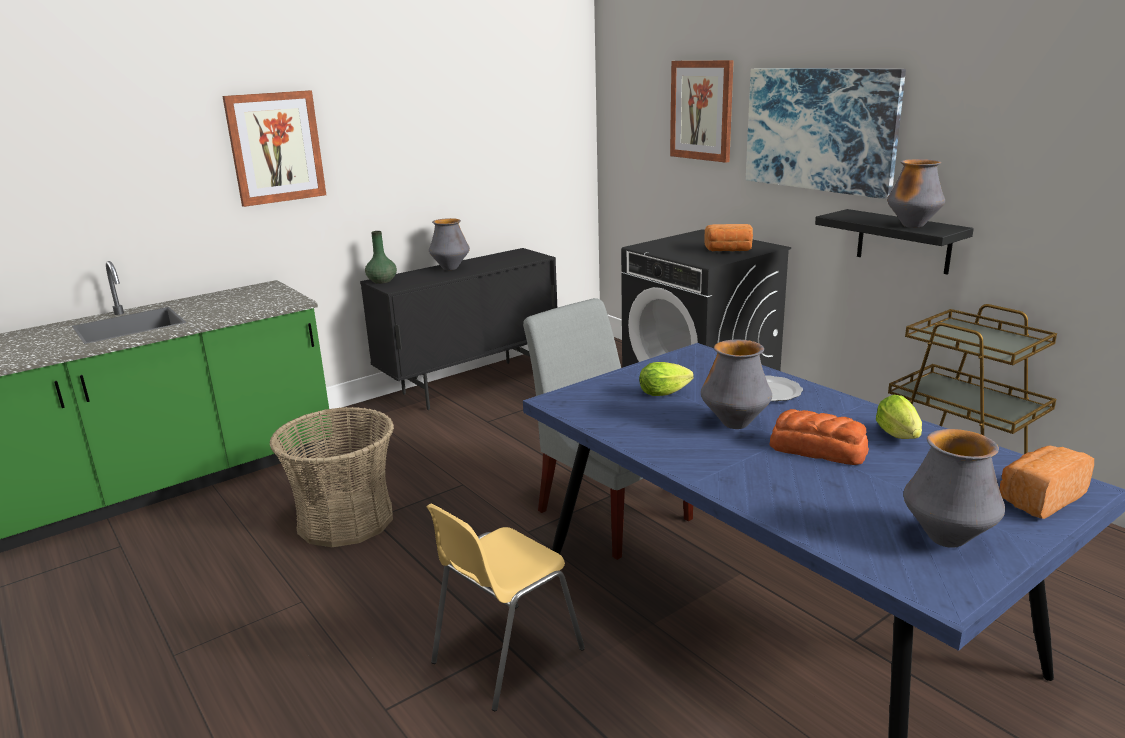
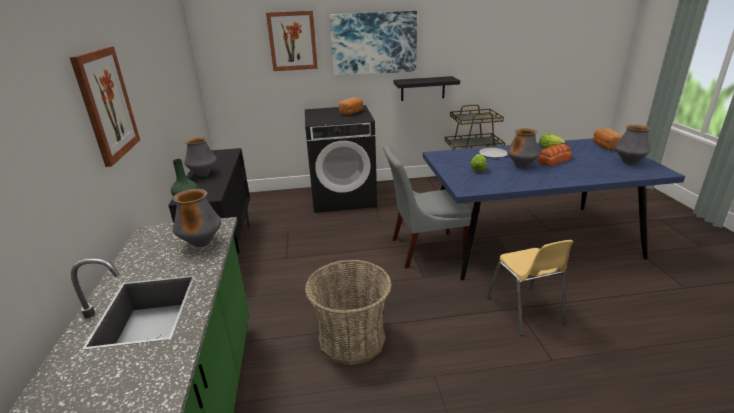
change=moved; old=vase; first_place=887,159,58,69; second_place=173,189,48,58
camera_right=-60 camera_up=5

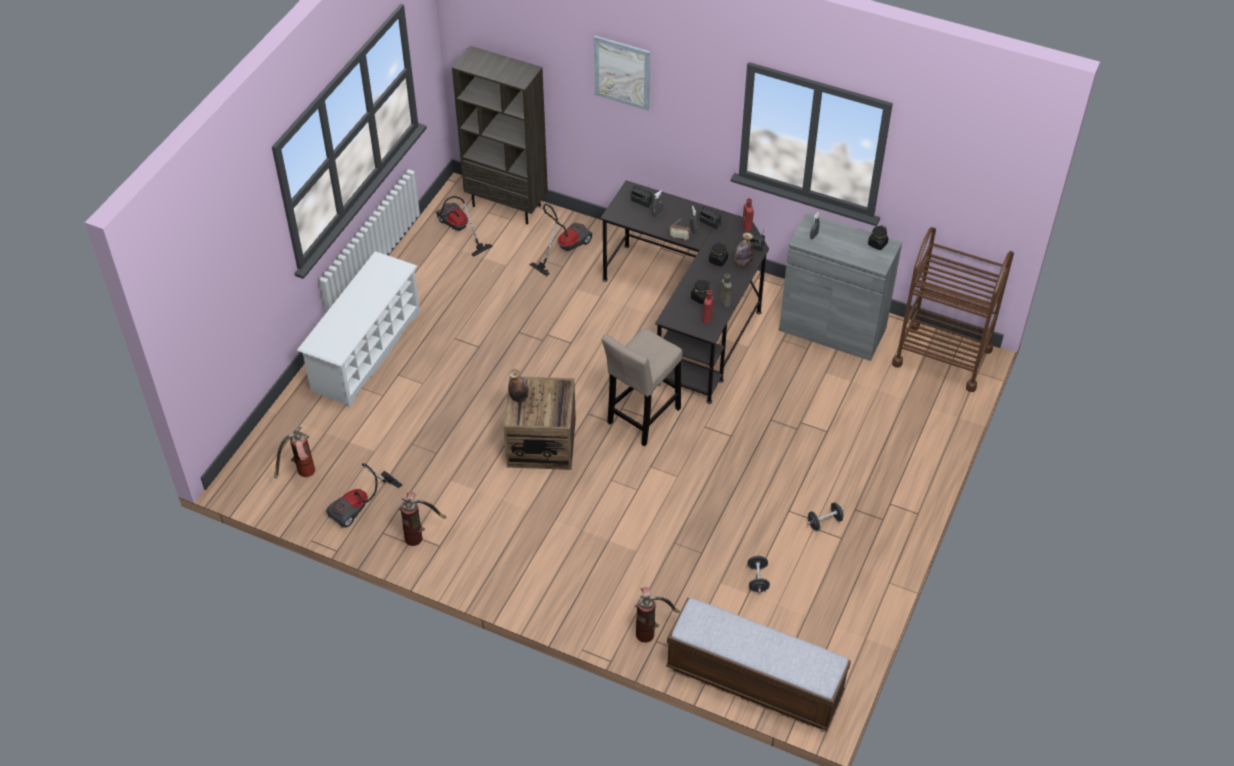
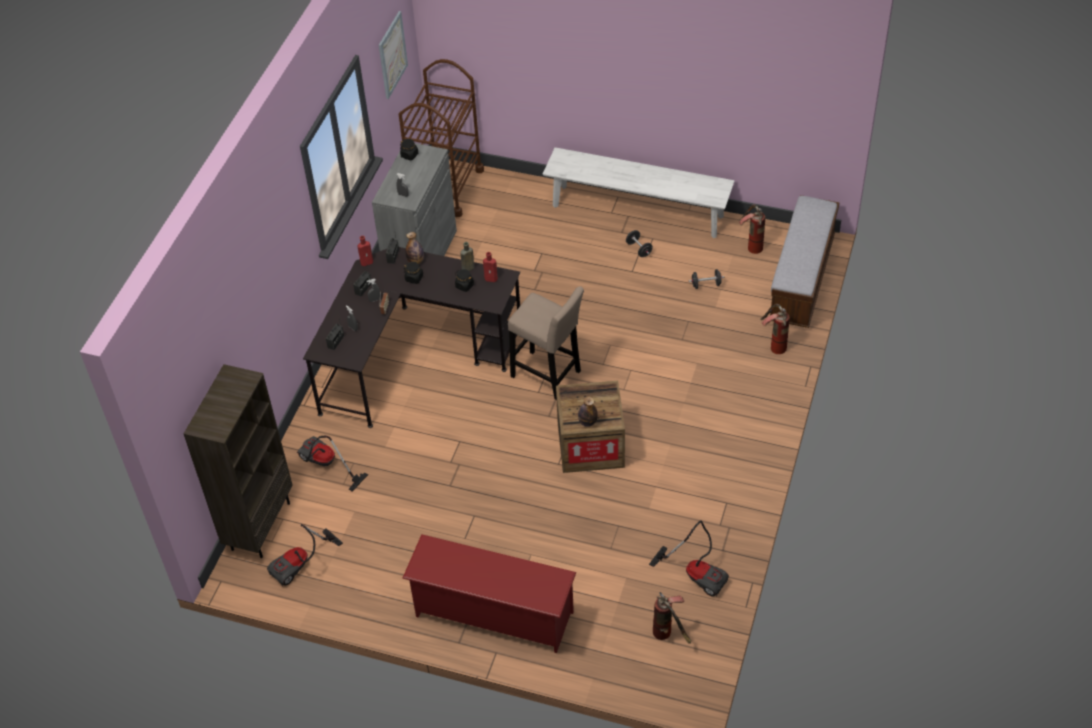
change=moved; old=picture; first_place=594,36,56,75; second_place=379,11,29,88
change=recoloured; old=white shoe rack; new=red shoe rack; first_place=297,251,123,157; second_place=403,534,173,119
change=moved; old=fire extinguisher; first_place=398,492,48,54; second_place=739,204,26,50
change=added; new=white bench; second_place=543,147,192,91
camera_right=-95 camera_up=0

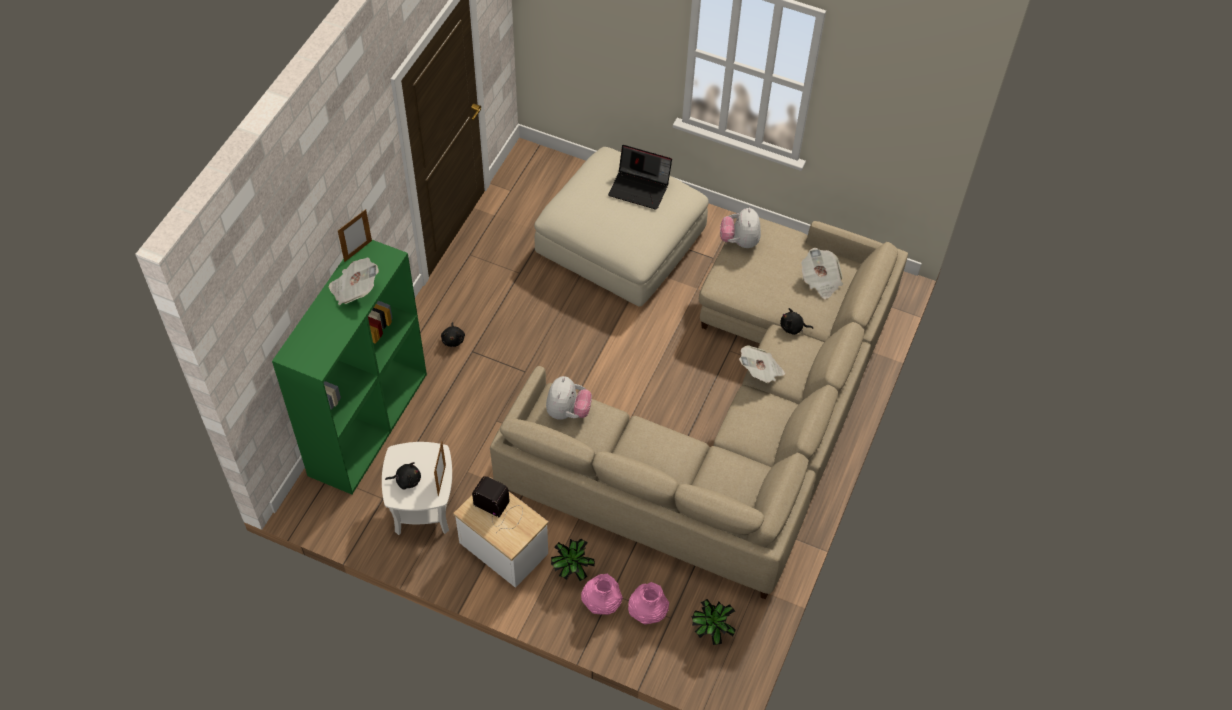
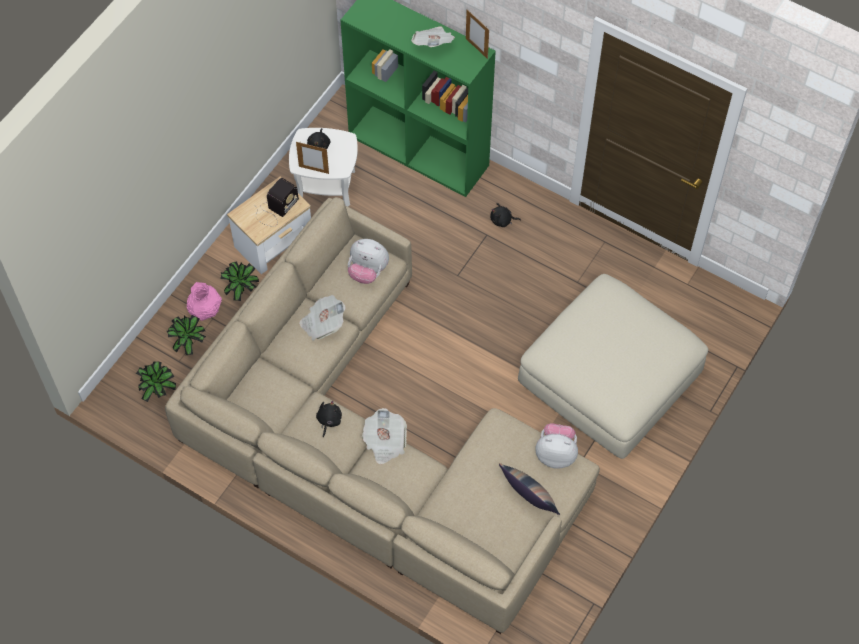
change=removed; old=laptop; first_place=608,145,64,65
change=moved; old=newspaper; first_place=801,248,42,51; second_place=299,295,47,46
change=moved; old=black plush toy; first_place=780,308,33,27; second_place=316,400,26,37
change=replaced; old=pink vase; new=potted plant; first_place=628,582,41,43; second_place=167,315,39,40
change=added; new=pillow; second_place=499,463,61,52
camera_right=100 camera_up=5

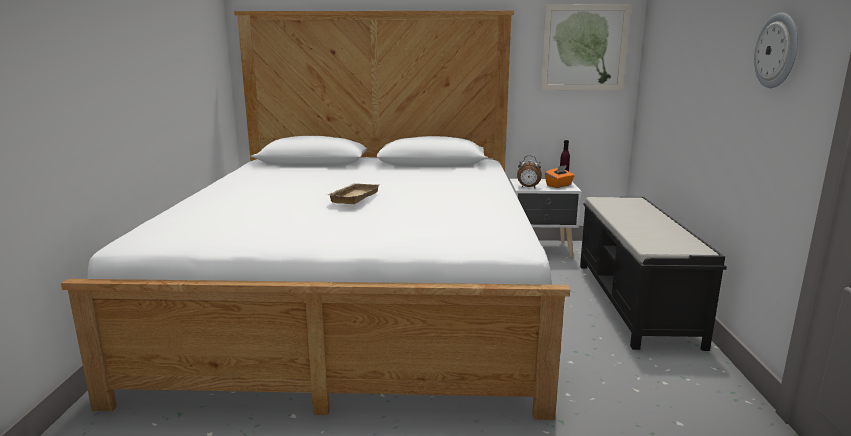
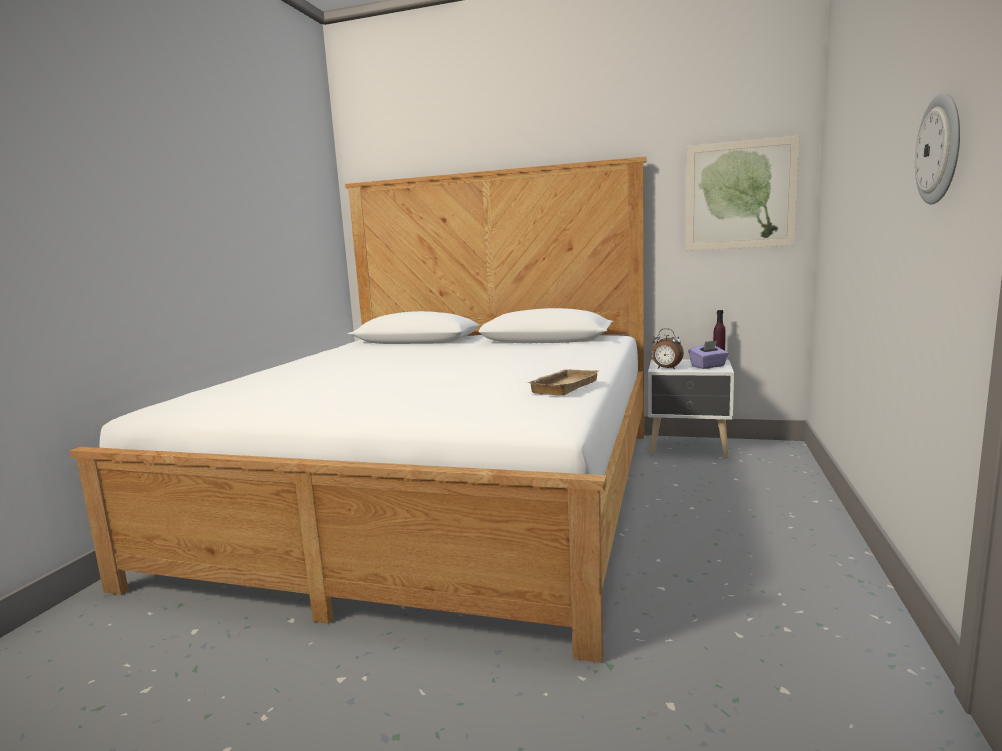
change=recoloured; old=orange tissue box; new=purple tissue box; first_place=545,165,30,23; second_place=689,340,40,29
change=moved; old=beige tray; first_place=328,183,51,21; second_place=528,369,71,27
change=removed; old=black bench; first_place=580,197,147,154
camera_right=15 camera_up=-5

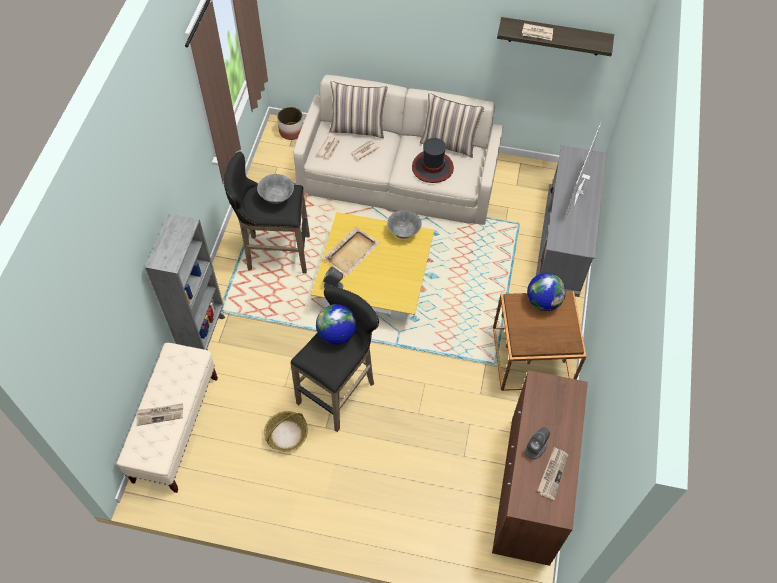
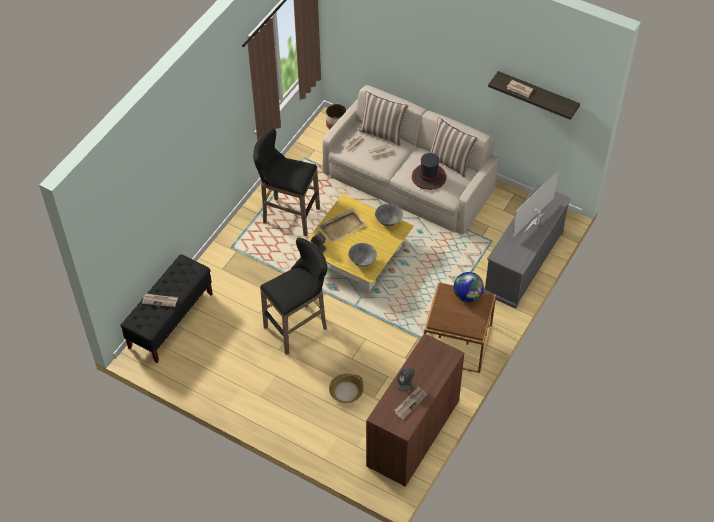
change=moved; old=grey bowl; first_place=257,174,37,30; second_place=348,243,29,24
change=removed; old=grey bookcase; first_place=145,214,80,136
change=removed; old=globe; first_place=316,304,40,41
change=recoloured; old=beige bench; new=black bench; first_place=116,343,102,150; second_place=120,254,93,109
change=moved; old=basket; first_place=264,411,44,41; second_place=329,373,35,30
camera_right=20 camera_up=-5

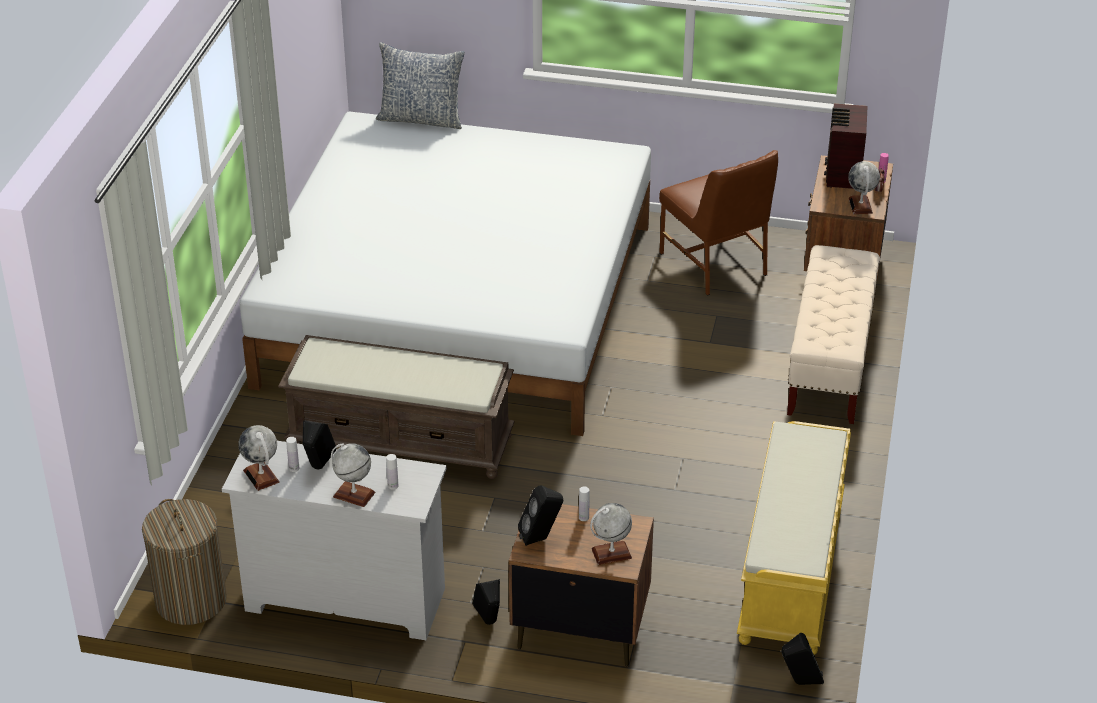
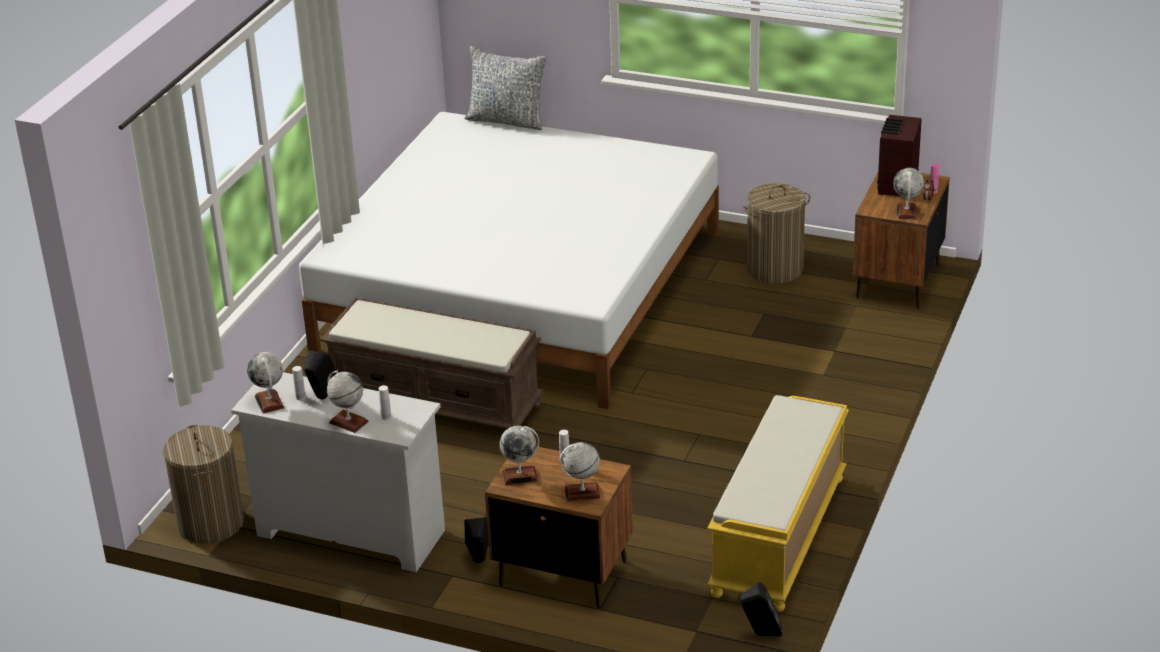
change=replaced; old=brown chair; new=laundry basket; first_place=659,150,119,146; second_place=742,183,68,101
change=removed; old=beige bench; first_place=787,245,93,179
change=replaced; old=black speaker; new=globe; first_place=518,485,45,60; second_place=500,426,39,59
camera_right=10 camera_up=-5

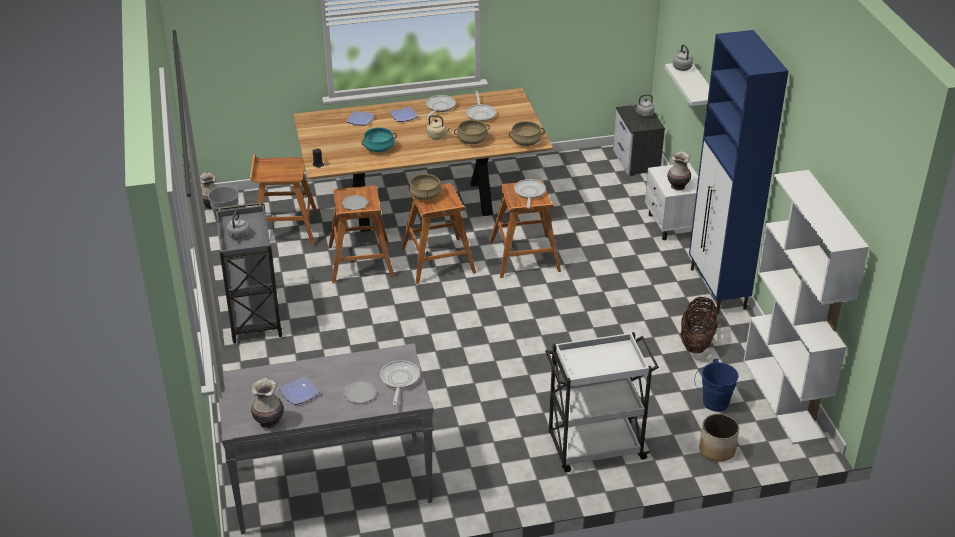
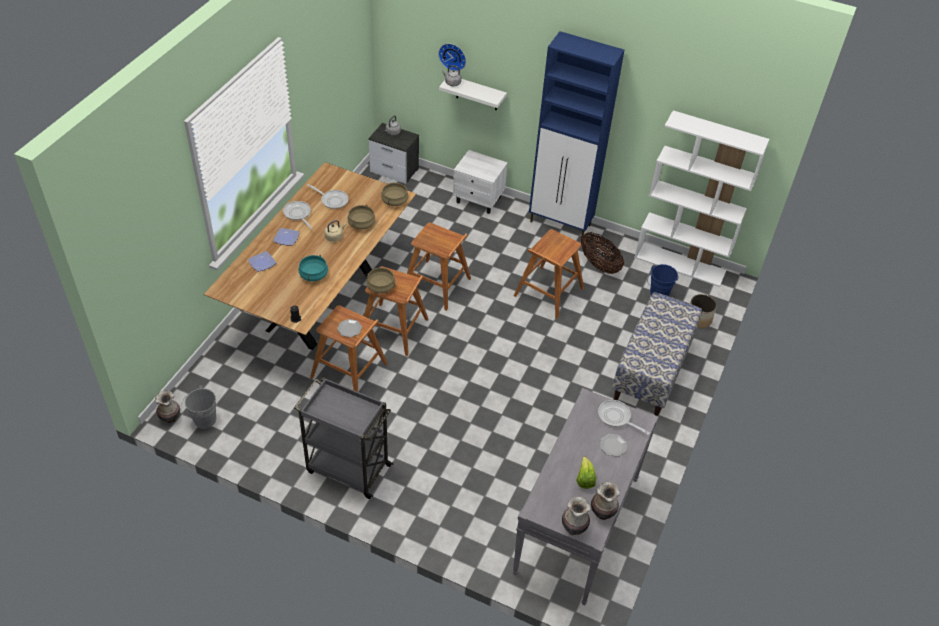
change=moved; old=vase; first_place=667,151,24,40; second_place=562,496,29,39
change=moved; old=brown stool; first_place=250,154,67,92; second_place=514,229,70,90
change=removed; old=frying pan; first_place=514,179,32,30
change=removed; old=grey kettle; first_place=227,210,23,29
change=replaced; old=white cart; new=bench; first_place=545,332,114,140; second_place=612,292,90,124
change=replaced; old=plate; new=lettuce; first_place=279,377,41,28; second_place=576,457,20,32
change=added; new=wall clock; second_place=438,43,28,28
camera_right=-55 camera_up=10

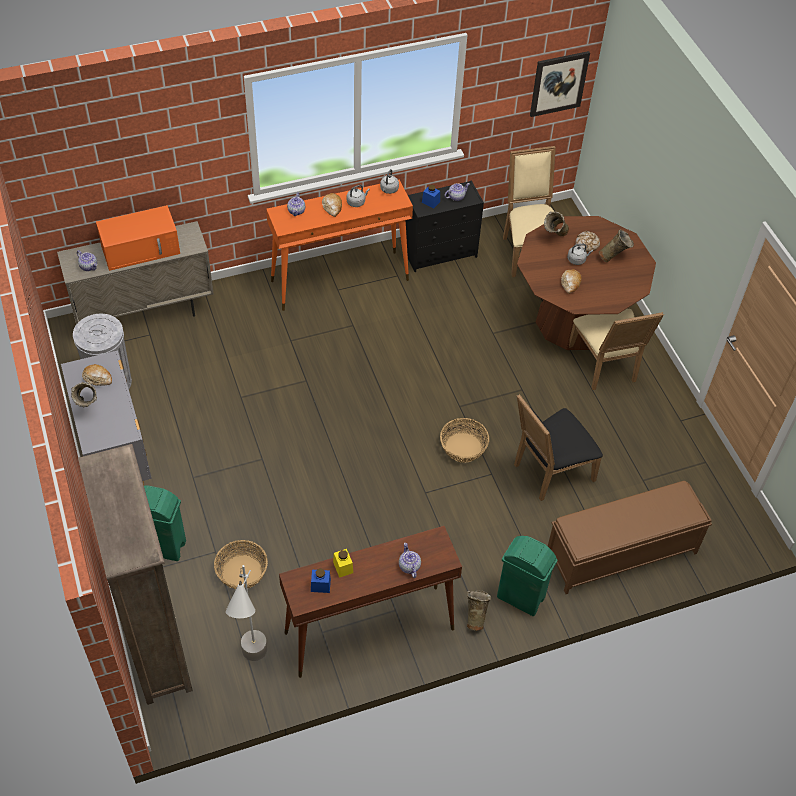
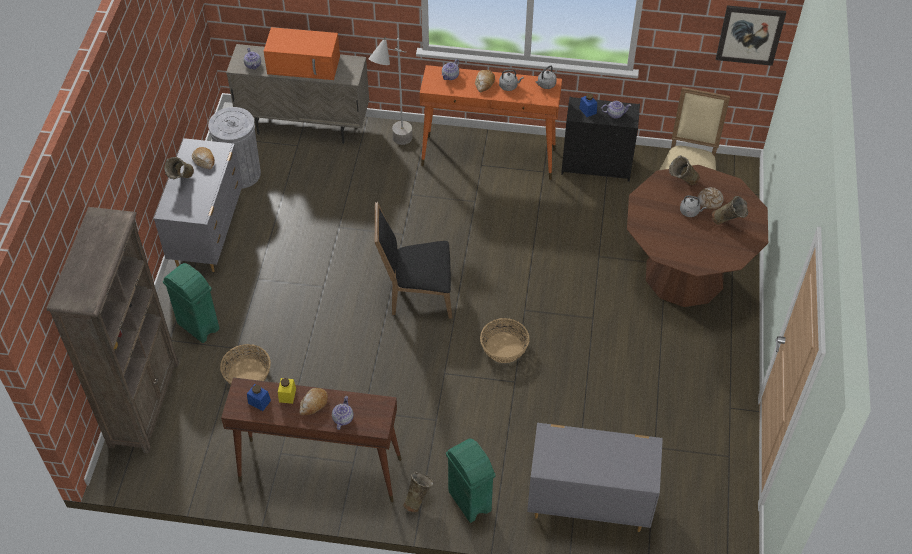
change=moved; old=bread; first_place=561,269,21,25; second_place=299,388,29,28
change=removed; old=beige chair; first_place=569,309,95,81
change=moved; old=black chair; first_place=514,394,89,107; second_place=375,202,77,117
change=replaced; old=brown bench; new=grey dresser; first_place=548,481,164,113; second_place=527,423,136,109
change=moved; old=grey floor lamp; first_place=226,565,41,96; second_place=369,37,44,108
camera_right=30 camera_up=0

